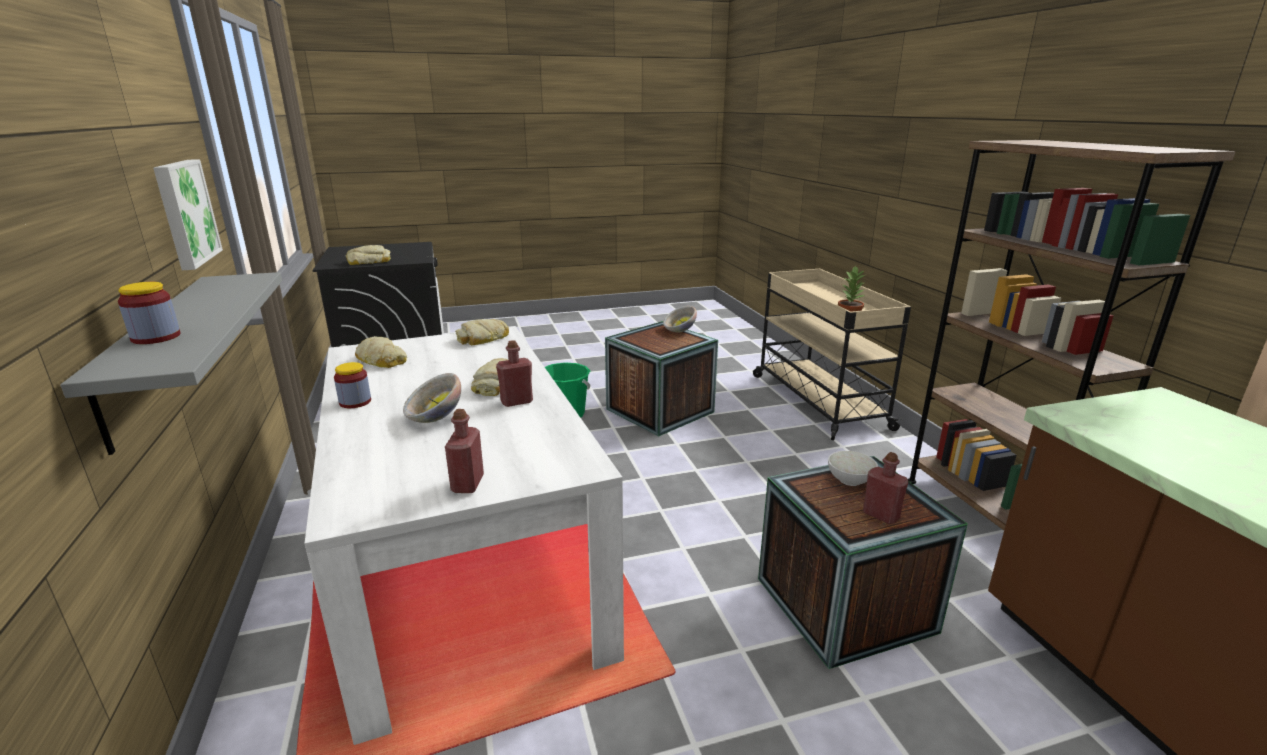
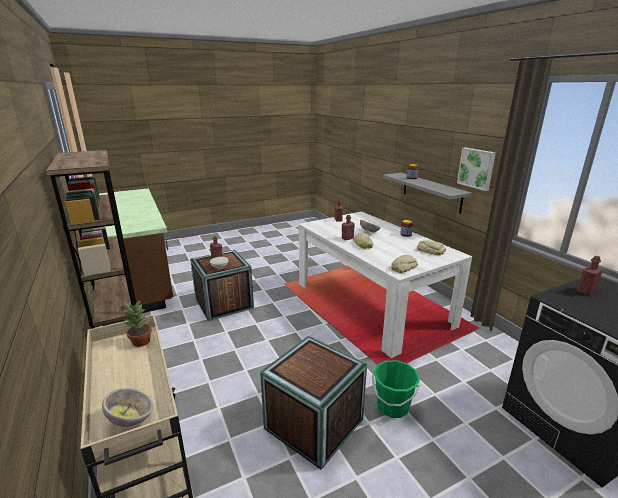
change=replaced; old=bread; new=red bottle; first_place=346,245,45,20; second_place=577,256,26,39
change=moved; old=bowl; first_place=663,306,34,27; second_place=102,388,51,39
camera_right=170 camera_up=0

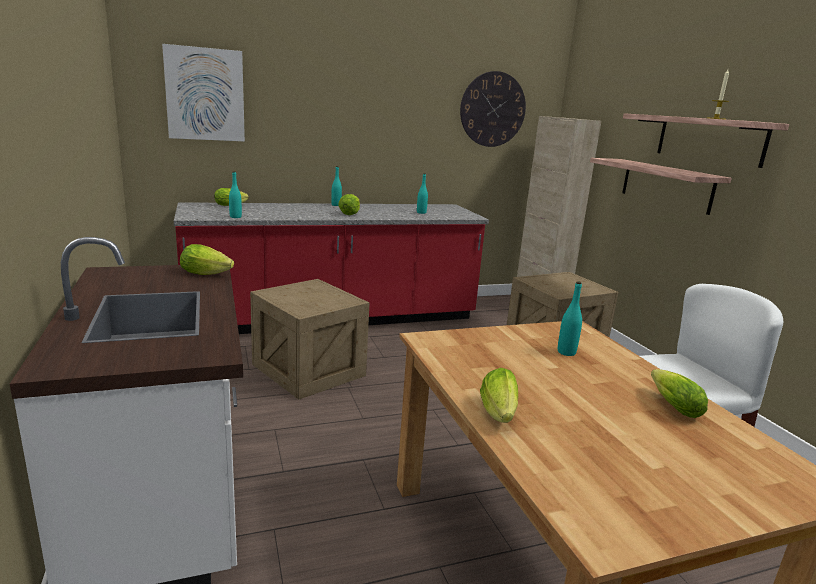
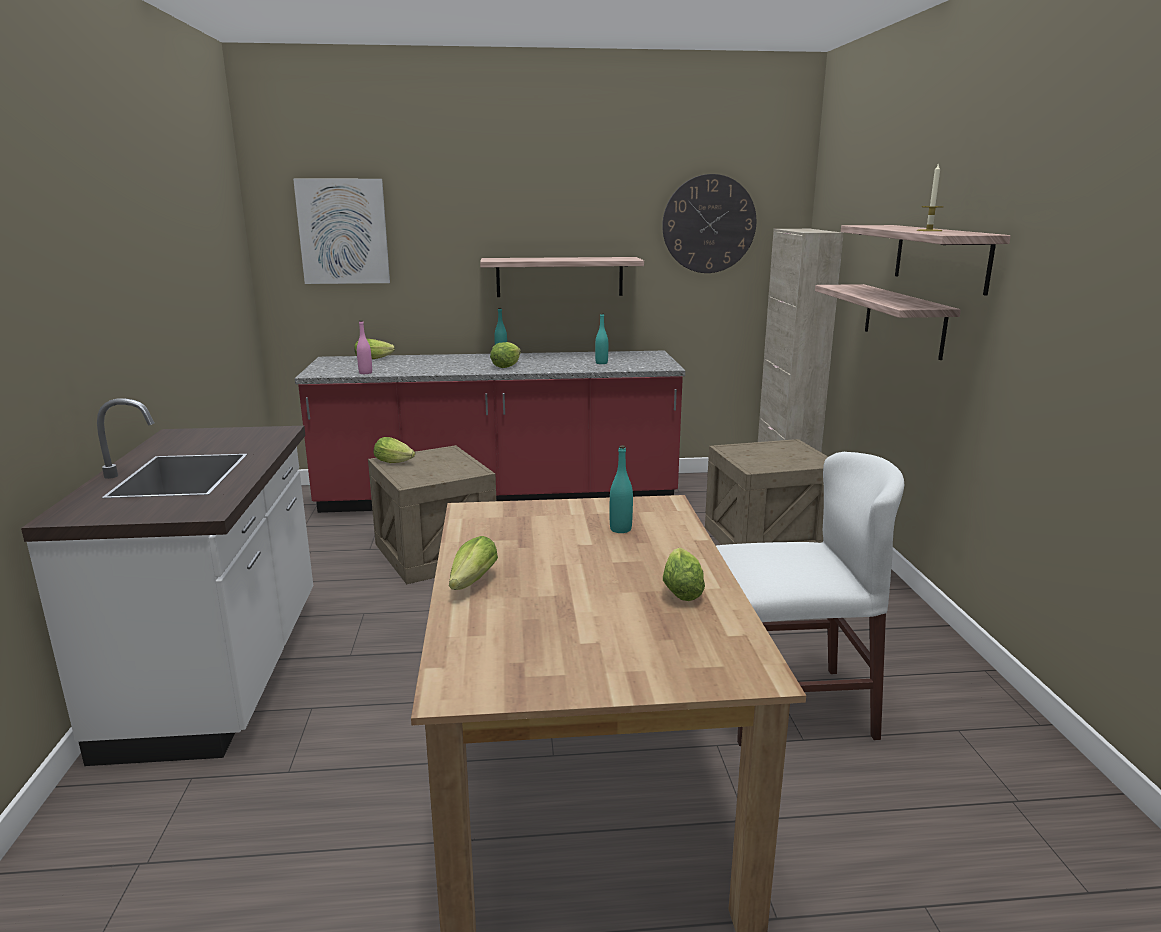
change=recoloured; old=turquoise bottle; new=pink bottle; first_place=229,171,13,47; second_place=357,320,15,54
change=moved; old=lettuce; first_place=180,244,54,31; second_place=374,437,41,26
change=added; new=shelf; second_place=480,257,164,40
camera_right=15 camera_up=0

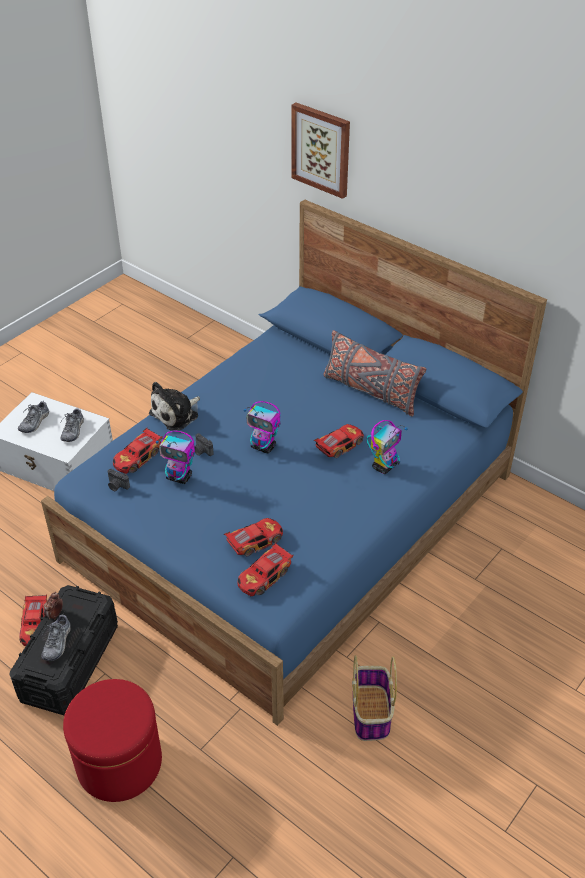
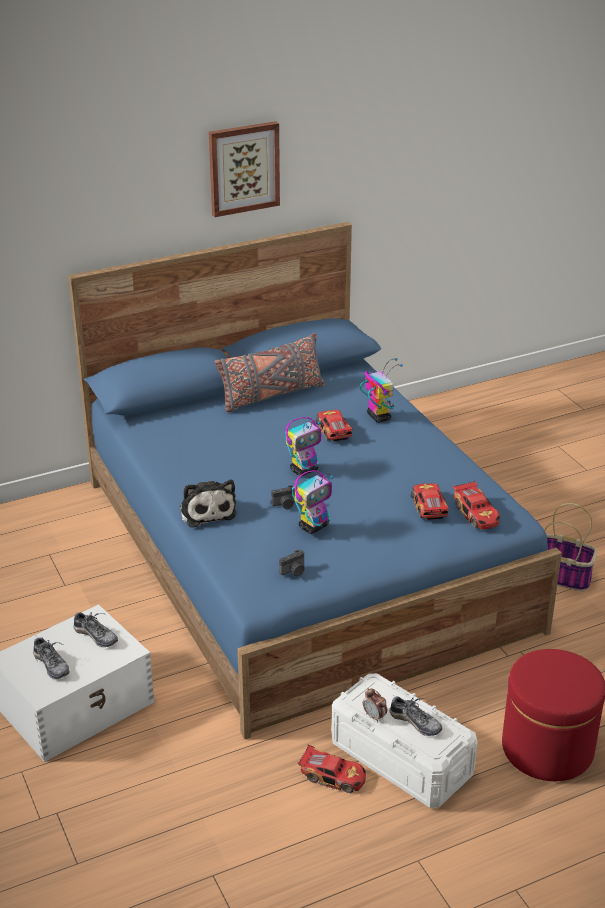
change=moved; old=picture; first_place=292,102,58,97; second_place=209,121,71,96
change=removed; old=toy car; first_place=113,428,50,46
change=recoloured; old=black storage box; new=white storage box; first_place=10,585,108,130; second_place=331,673,147,135
camera_right=-65 camera_up=-10

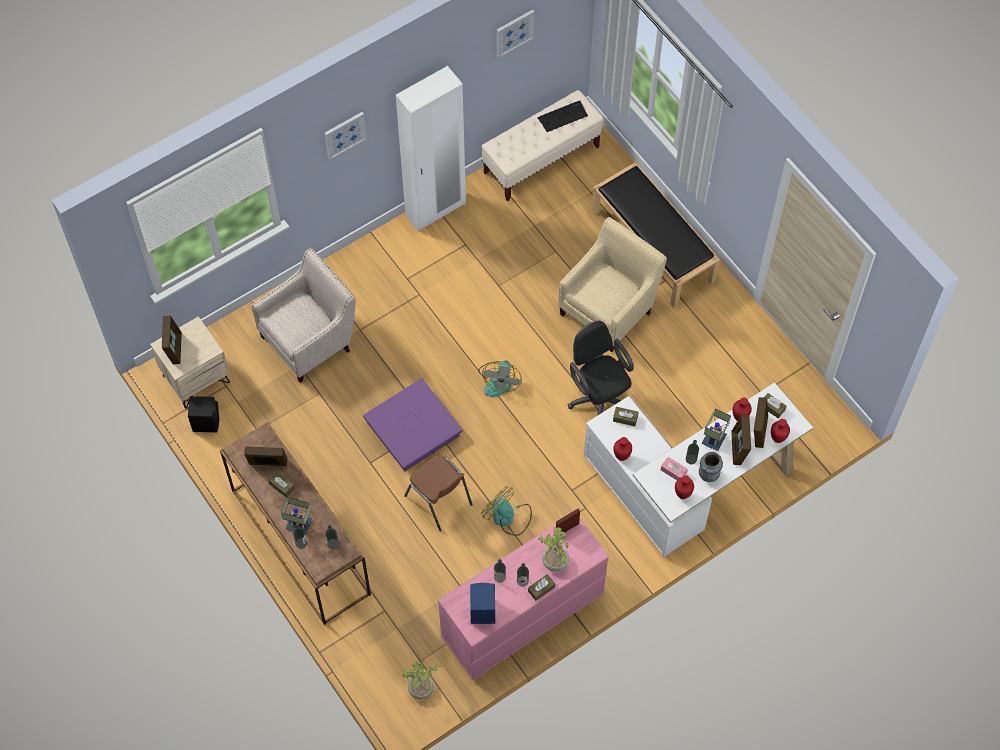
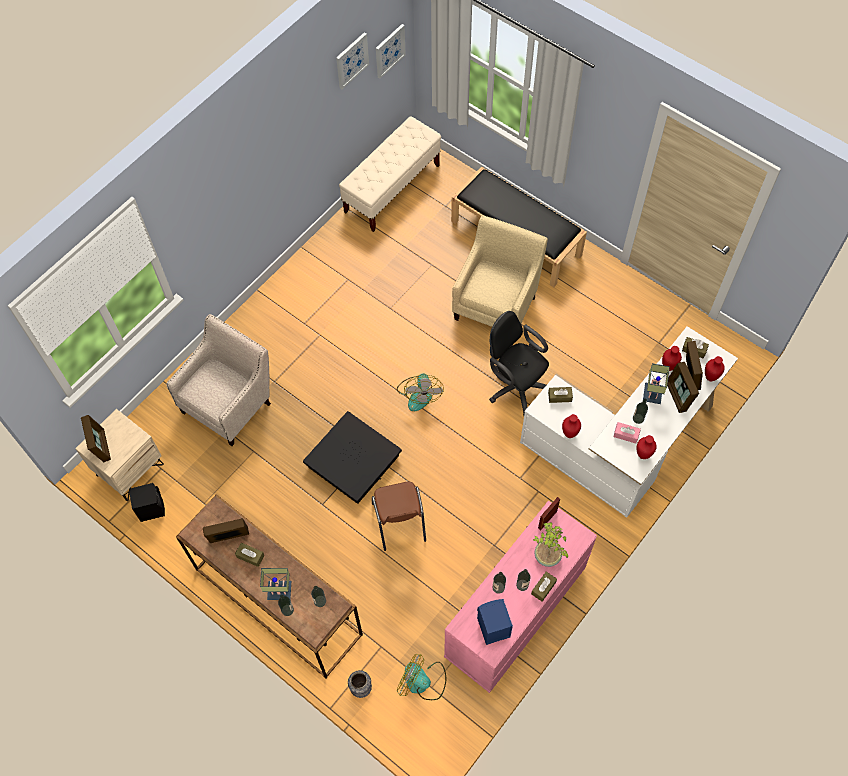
change=removed; old=white wardrobe; first_place=396,66,70,165
change=removed; old=keyboard; first_place=538,101,50,31
change=moved; old=picture; first_place=325,112,42,48; second_place=376,24,30,55
change=recoloured; old=purple storage box; new=black storage box; first_place=363,378,100,93; second_place=303,411,99,93
change=moved; old=vase; first_place=699,452,24,30; second_place=348,670,24,28
change=turned; old=brown chair; first_place=404,455,69,76; second_place=372,482,54,69; degrees=45
change=moved; old=fan; first_place=481,486,51,50; second_place=397,654,49,46
change=removed; old=potted plant; first_place=402,660,39,40
camera_right=-15 camera_up=0

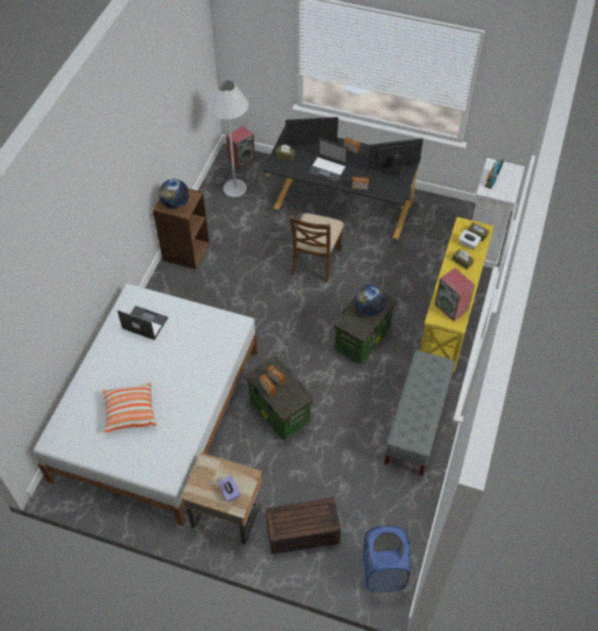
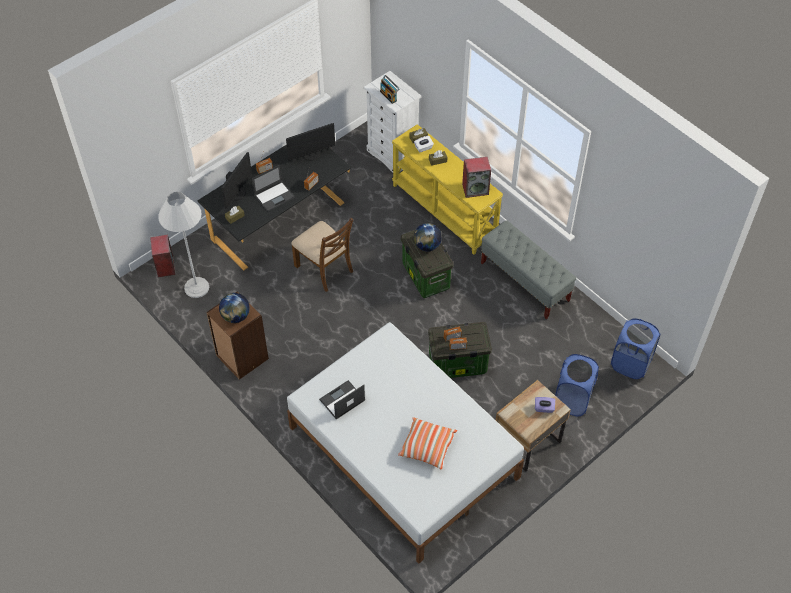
change=turned; old=monitor; first_place=368,138,55,40; second_place=286,123,49,38; degrees=-135
change=replaced; old=brown storage box; new=blue laundry basket; first_place=266,498,75,56; second_place=555,354,44,63
camera_right=-60 camera_up=0

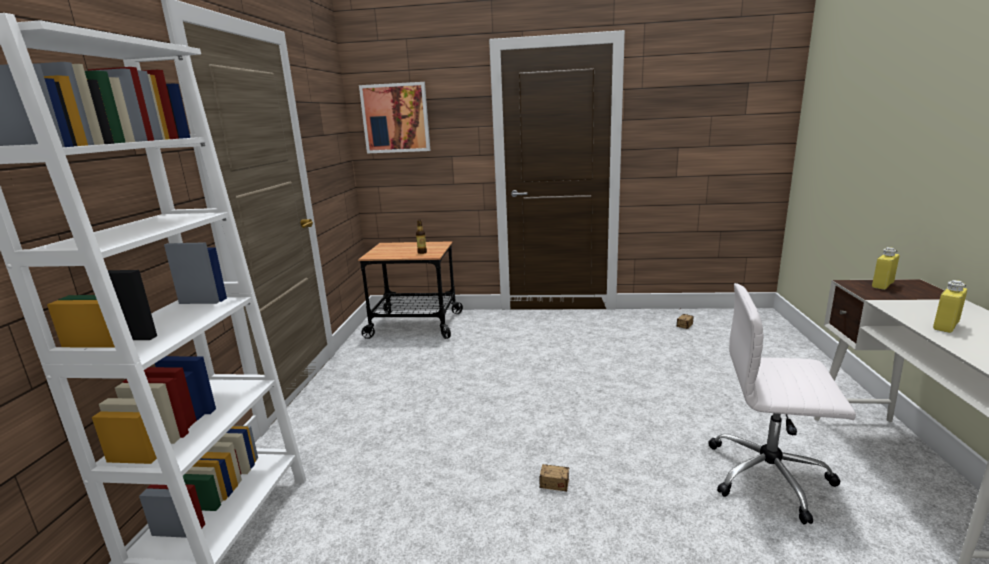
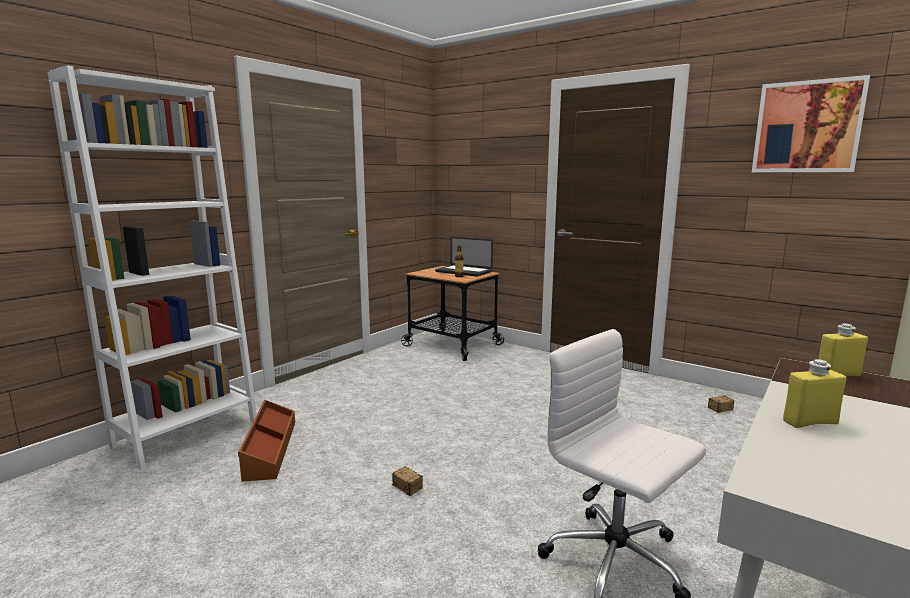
change=moved; old=picture; first_place=359,82,71,72; second_place=752,75,118,97
change=added; new=laptop; second_place=435,237,58,40
change=added; new=brown storage box; second_place=238,400,57,82
camera_right=30 camera_up=-5

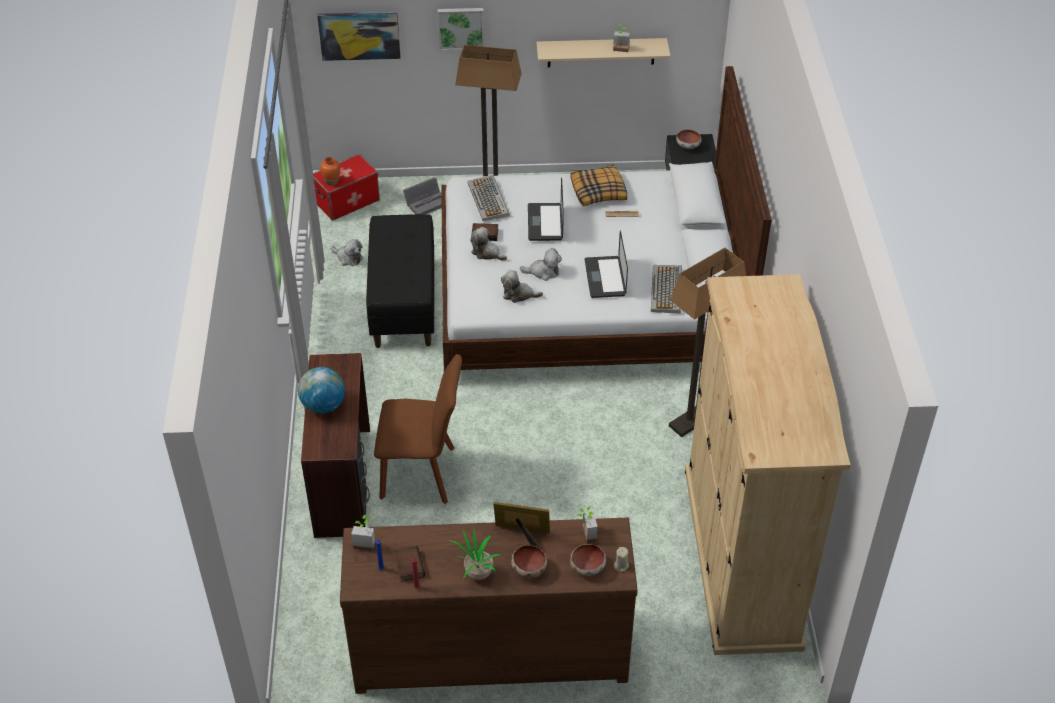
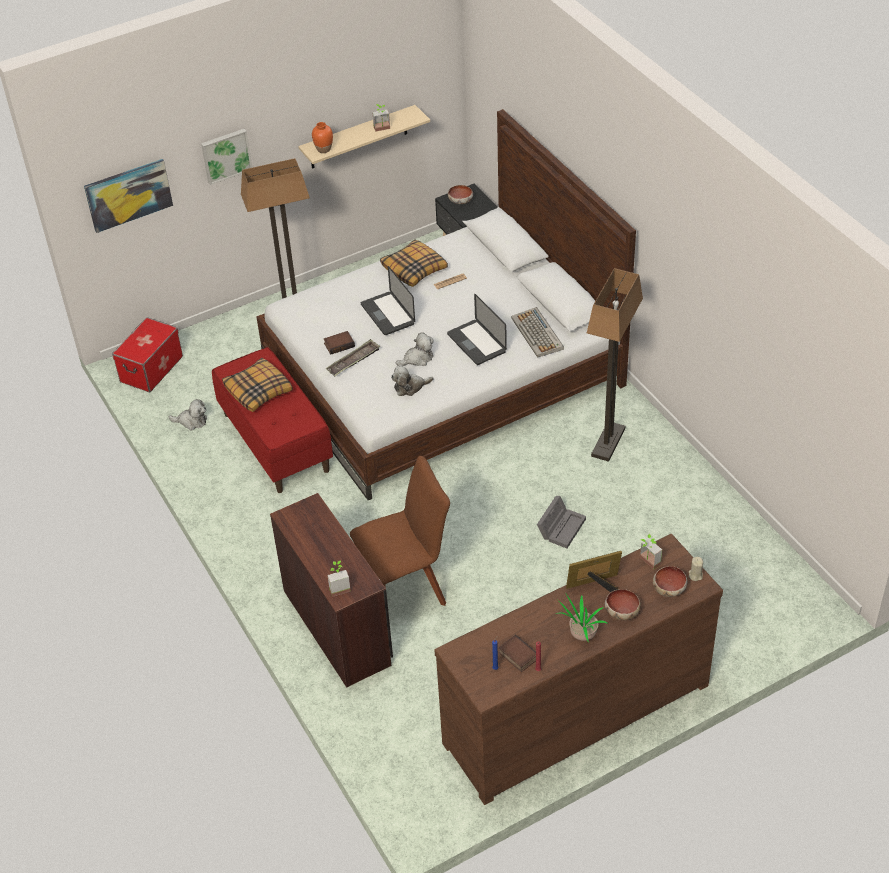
change=moved; old=orange vase; first_place=320,157,20,29; second_place=312,122,21,31
change=removed; old=keyboard; first_place=467,175,43,46
change=moved; old=grey storage box; first_place=403,177,39,37; second_place=537,496,49,52
change=recoloured; old=black bench; new=red bench; first_place=366,214,68,134; second_place=212,347,121,146
change=replaced; old=plush toy; new=tray; first_place=470,227,37,34; second_place=326,339,54,37
change=removed; old=beige wardrobe; first_place=685,274,166,381
change=removed; old=globe; first_place=298,367,47,47
change=moved; old=potted plant; first_place=351,515,25,36; second_place=327,561,24,36
change=added; new=pillow; second_place=222,358,71,54
camera_right=-25 camera_up=0

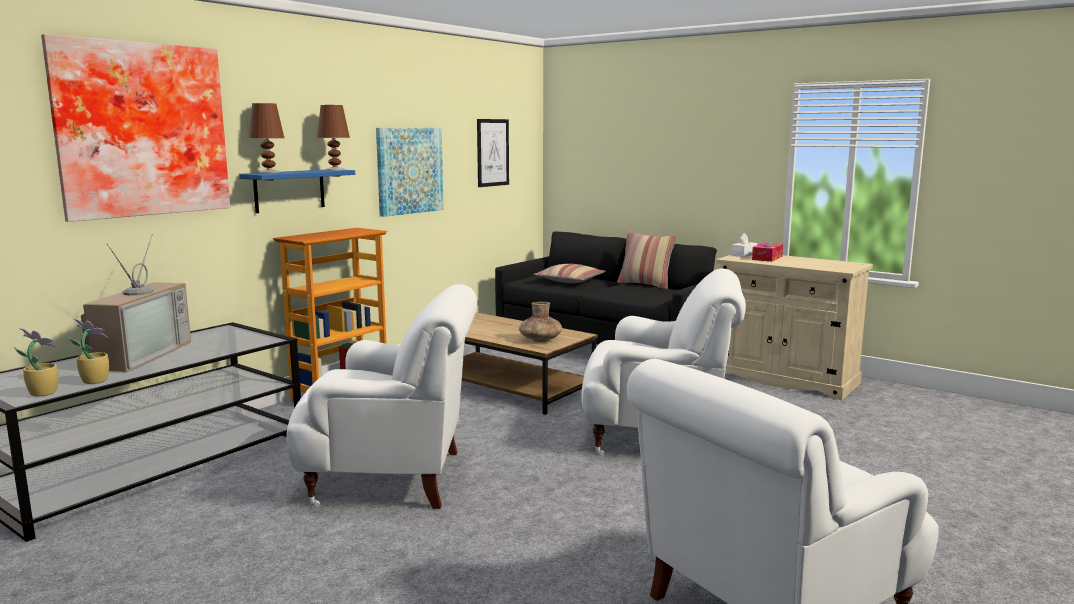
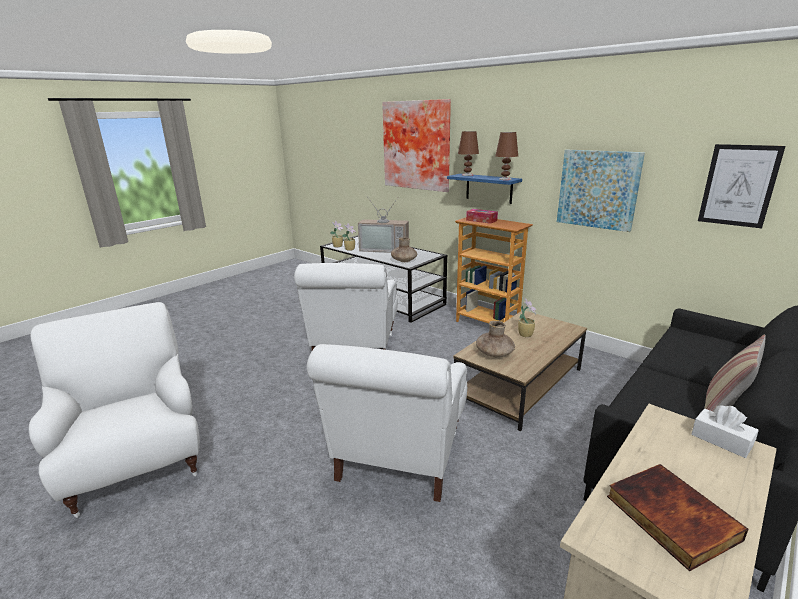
change=moved; old=tissue box; first_place=752,243,31,19; second_place=466,209,32,15
change=removed; old=pillow; first_place=534,264,72,19
change=added; new=brown vase; second_place=391,237,26,25
change=added; new=potted plant; second_place=518,297,19,40
change=added; new=book; second_place=607,464,142,107
camera_right=95 camera_up=10

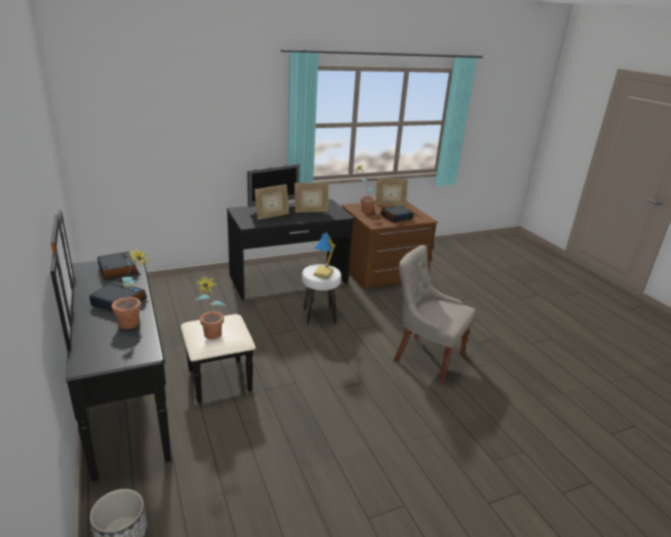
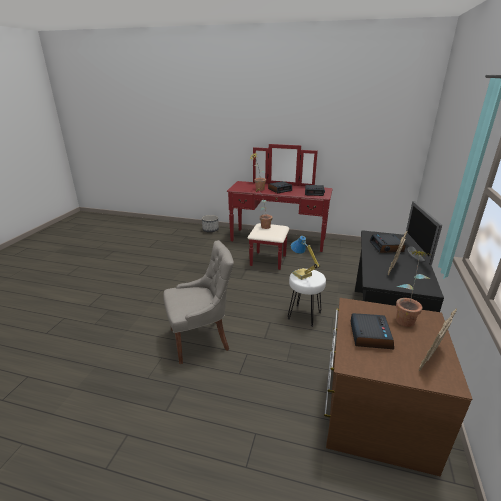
change=replaced; old=picture frame; new=alarm clock; first_place=255,184,34,36; second_place=370,234,36,19
change=recoloured; old=black dresser; new=red dresser; first_place=50,210,206,271; second_place=227,144,106,126
camera_right=130 camera_up=0

